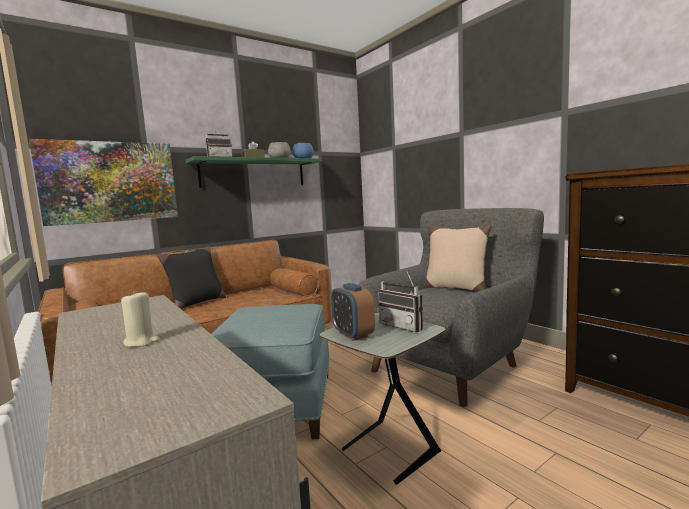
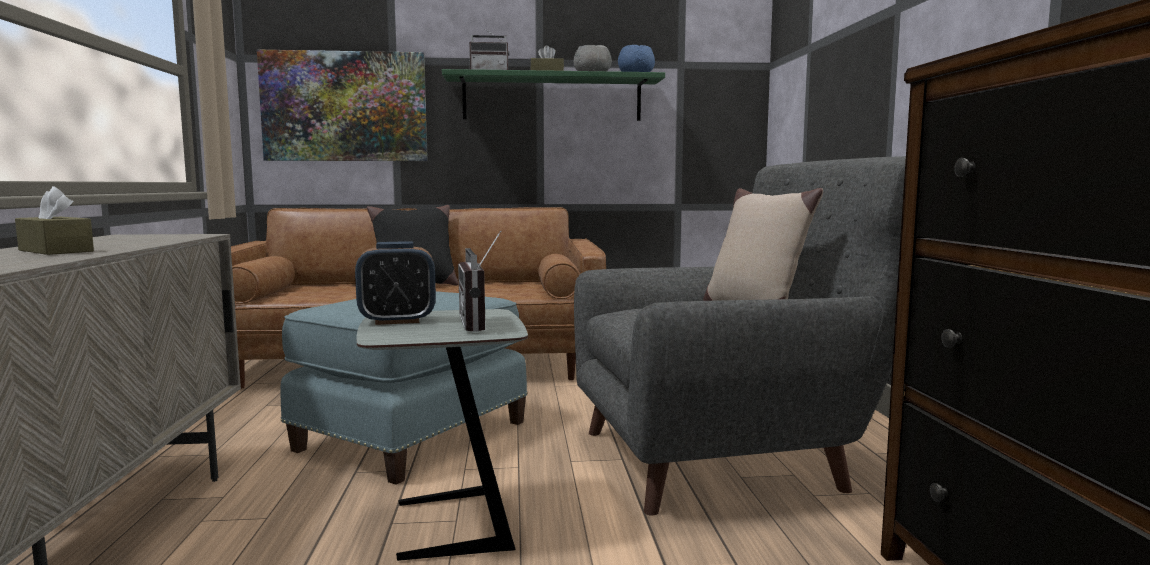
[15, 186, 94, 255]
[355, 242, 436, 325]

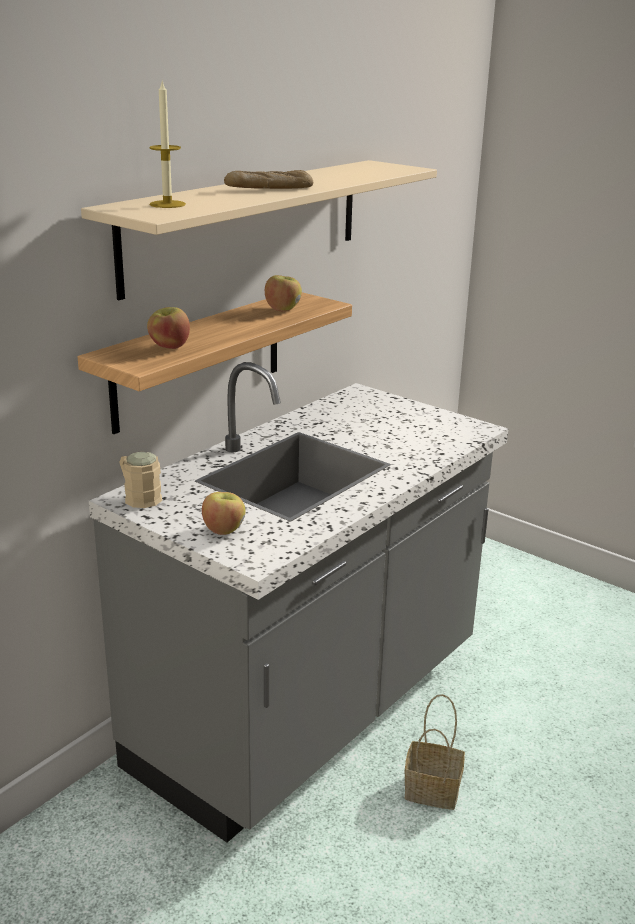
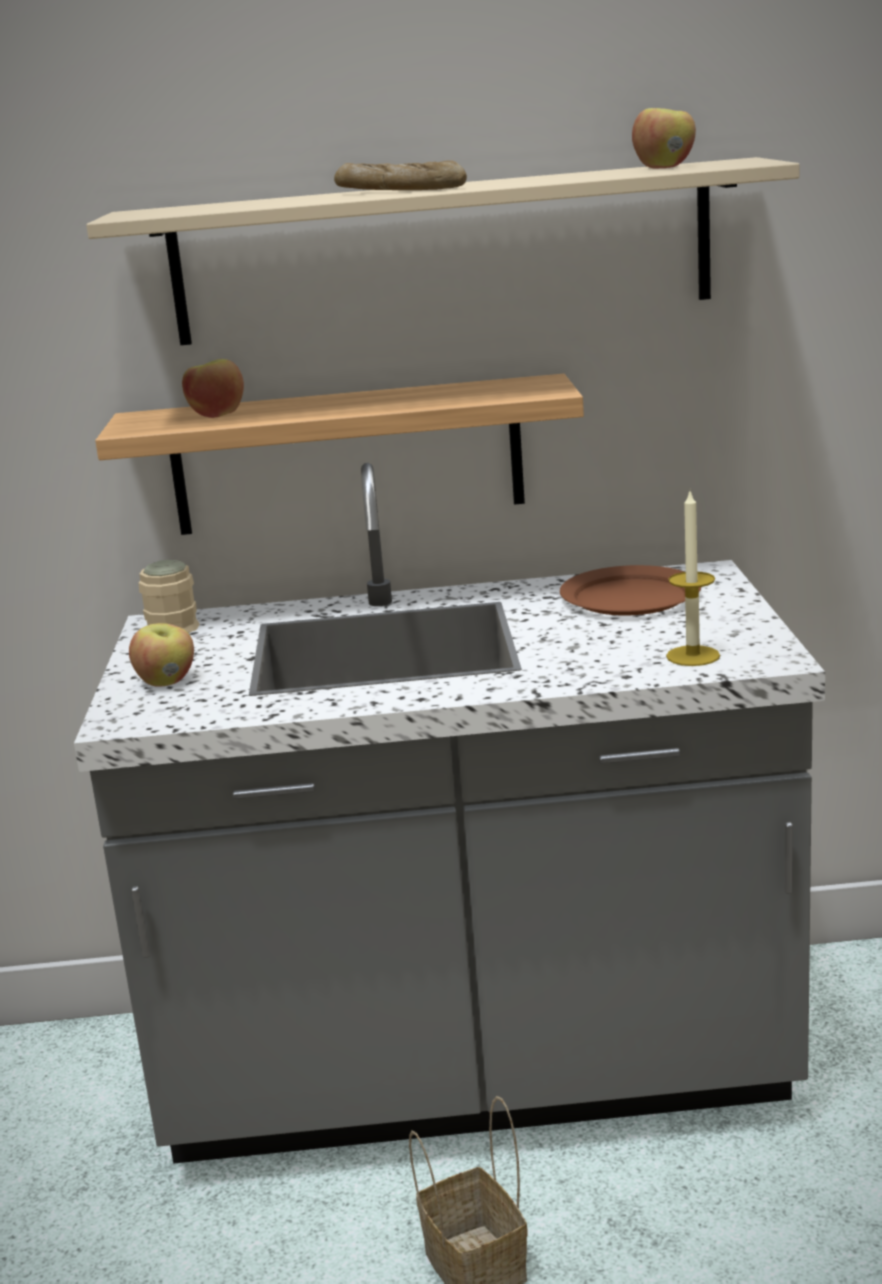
[560, 565, 701, 616]
[632, 108, 696, 169]
[666, 492, 720, 666]

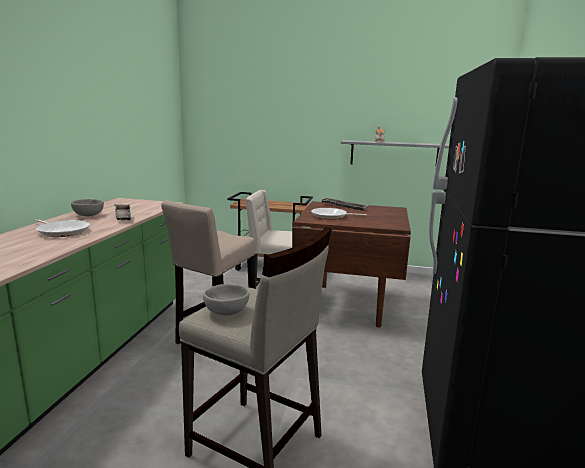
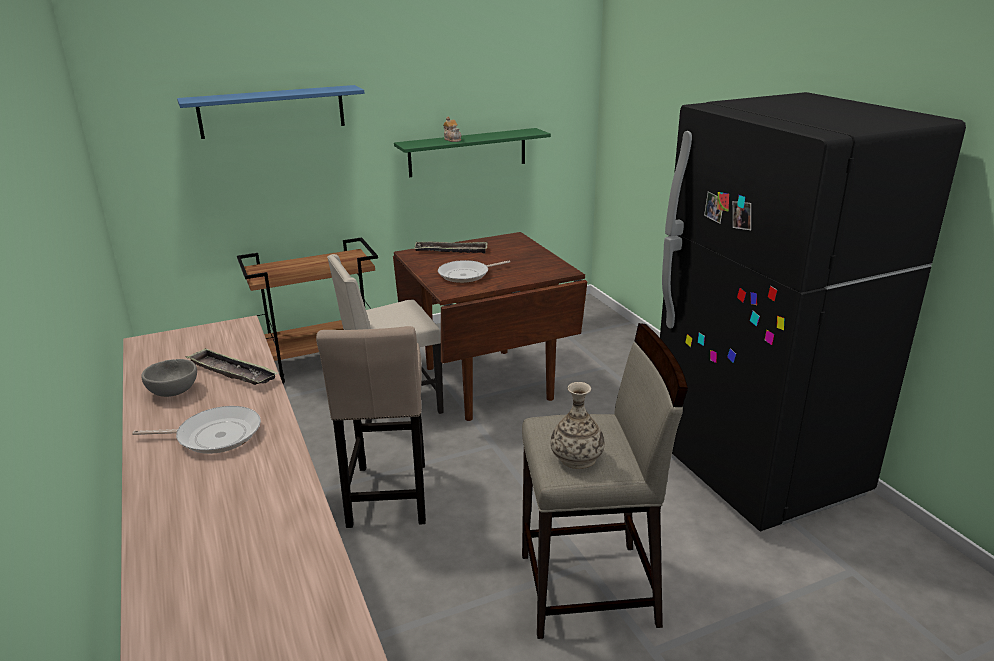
[177, 85, 364, 139]
[394, 128, 551, 177]
[551, 382, 605, 469]

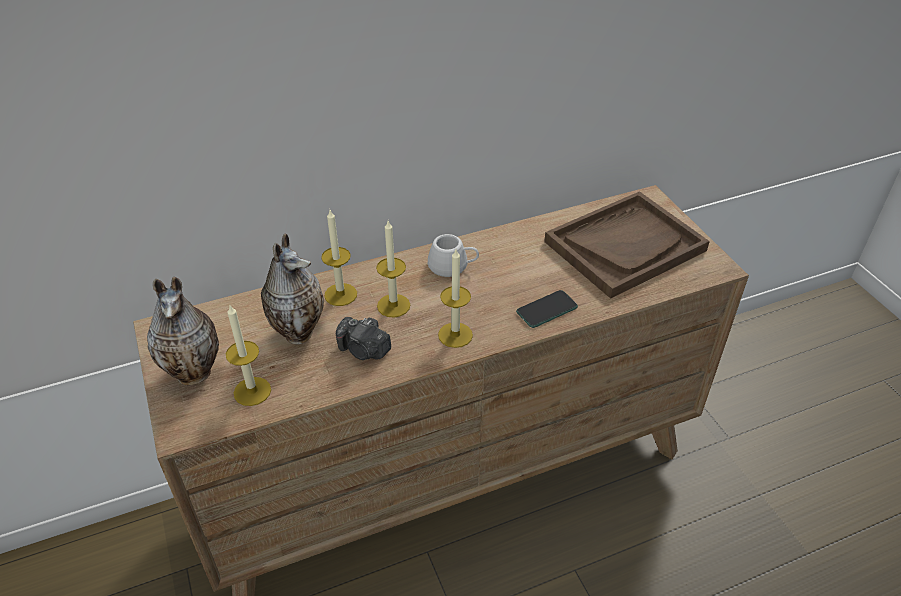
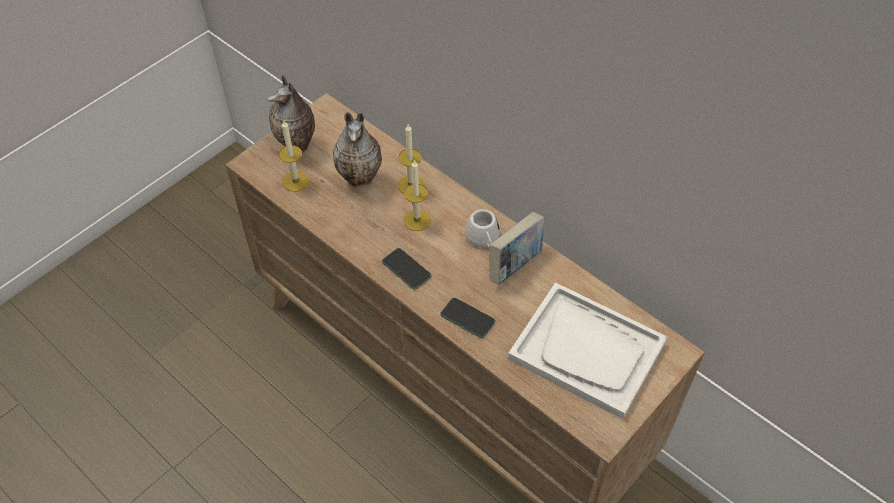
[382, 248, 432, 289]
[489, 212, 544, 285]
[508, 282, 667, 419]
[336, 317, 391, 360] (first image)

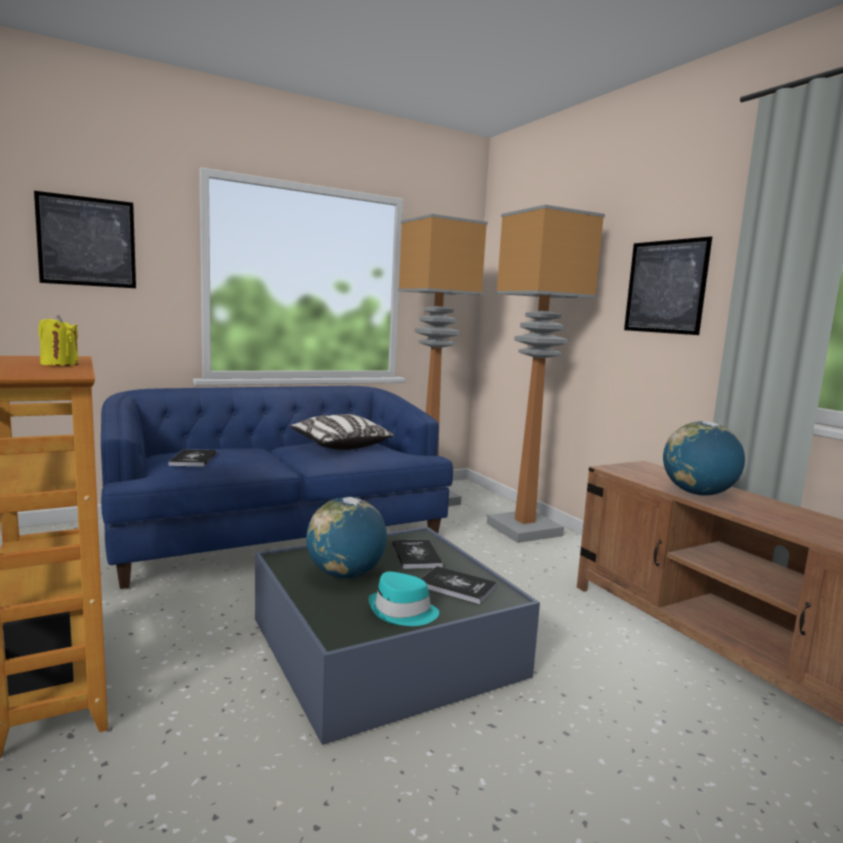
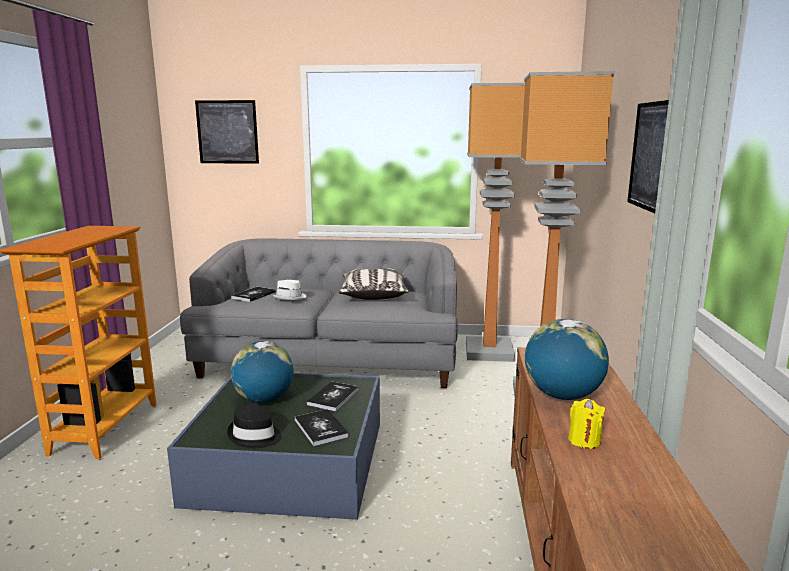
[180, 238, 458, 388]
[227, 403, 282, 448]
[273, 280, 307, 300]
[568, 399, 605, 449]

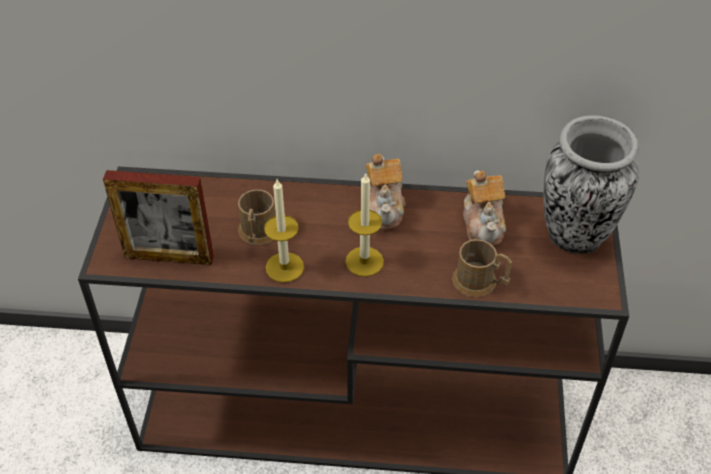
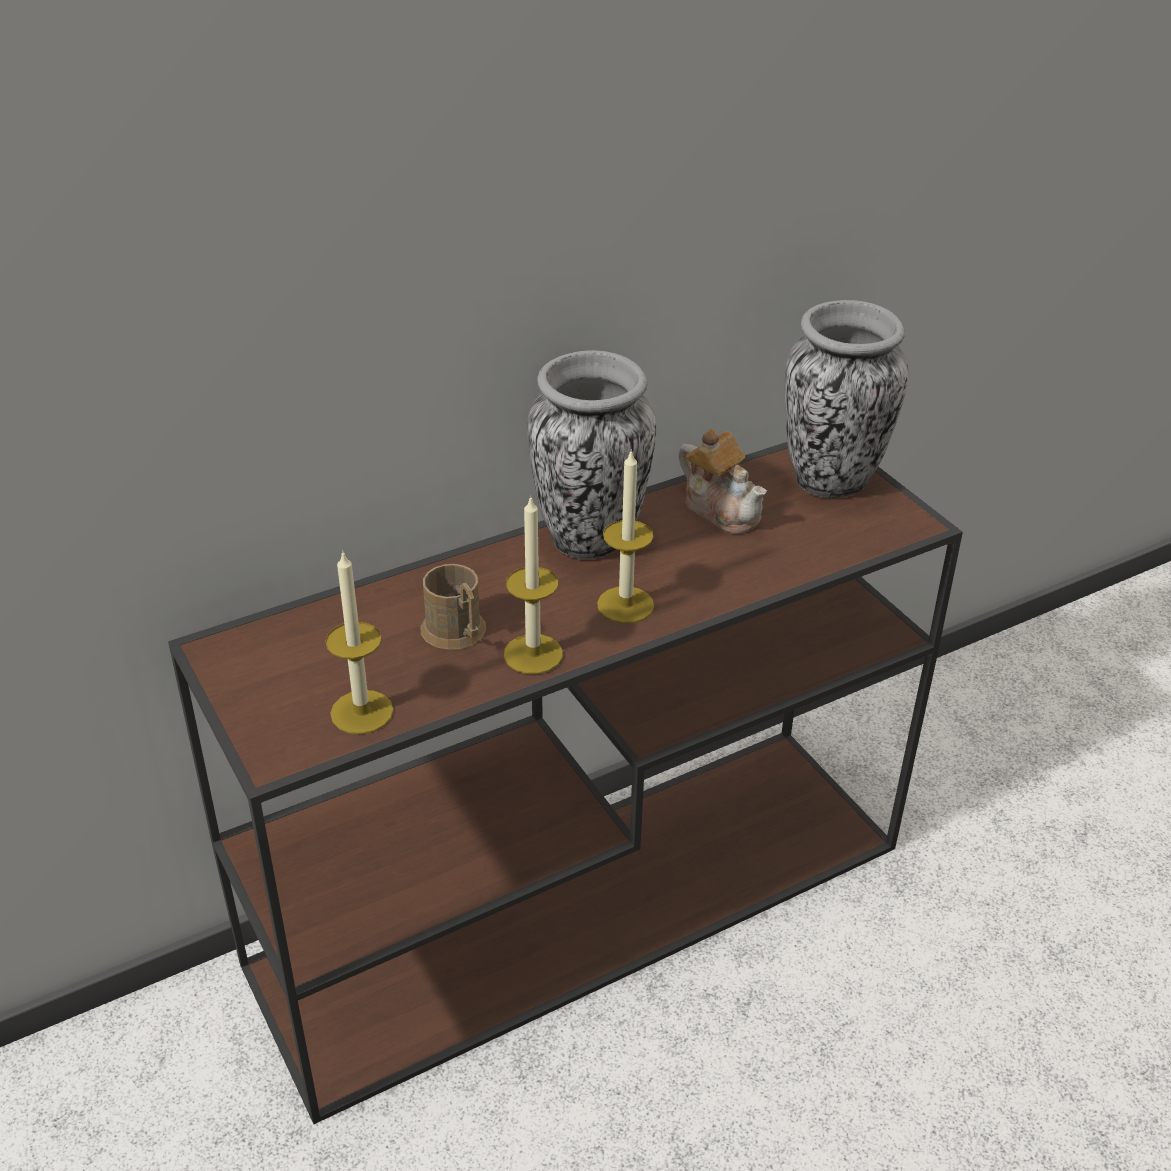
[325, 550, 394, 734]
[527, 350, 656, 559]
[452, 239, 512, 297] (first image)

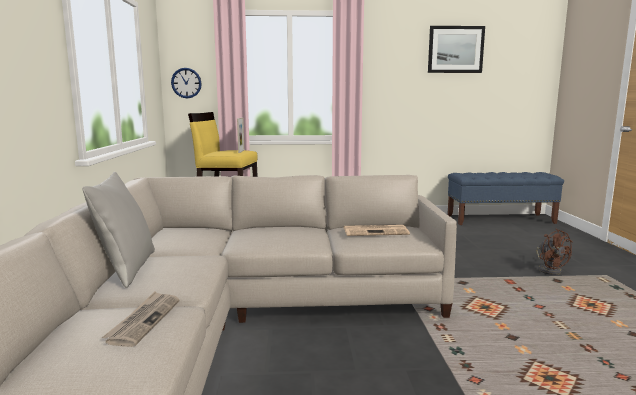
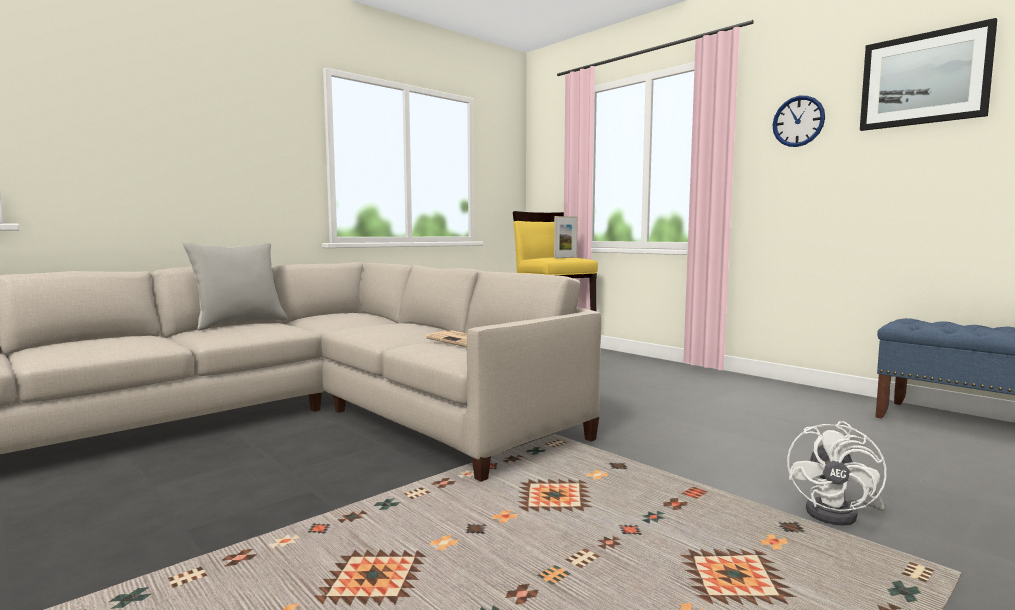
[772, 96, 825, 147]
[787, 421, 887, 526]
[102, 291, 180, 347] (first image)

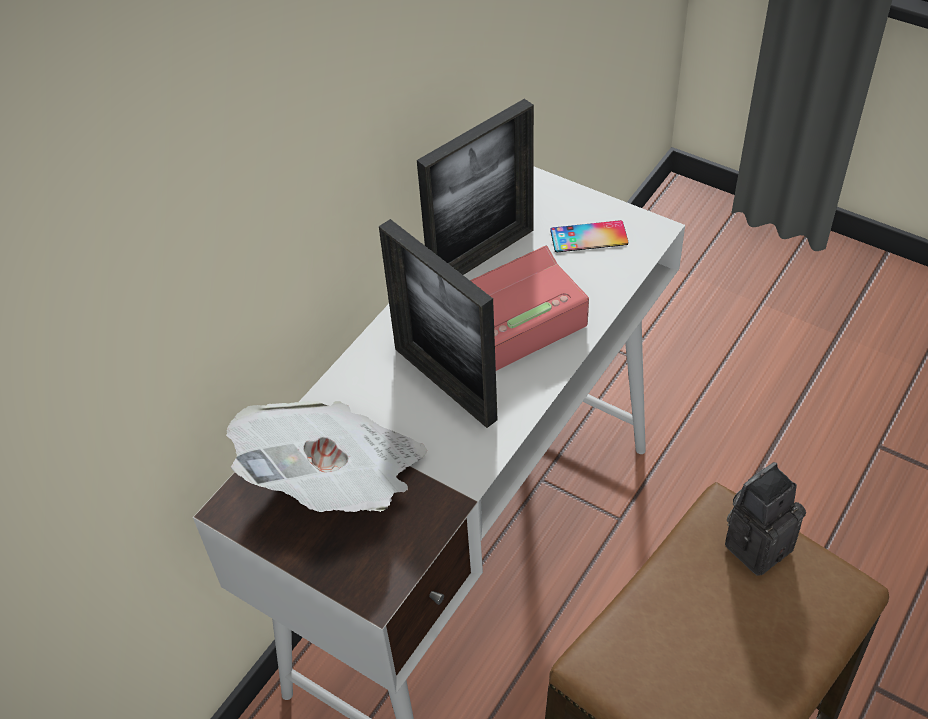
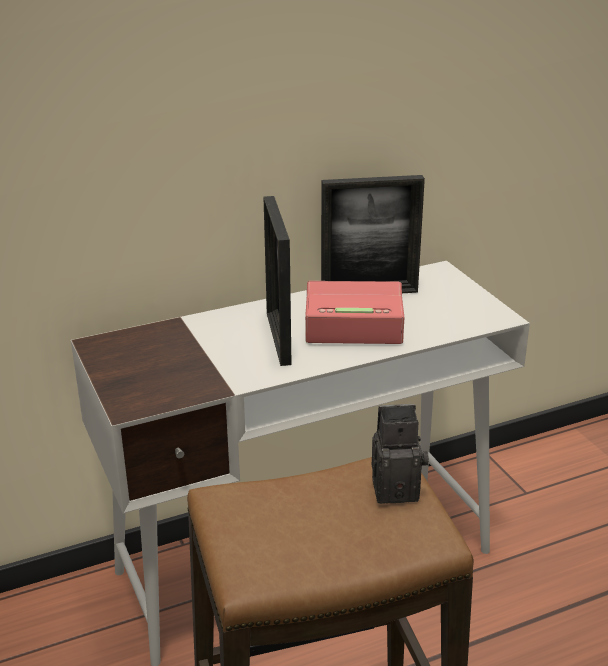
[226, 401, 427, 512] (first image)
[550, 220, 628, 252] (first image)

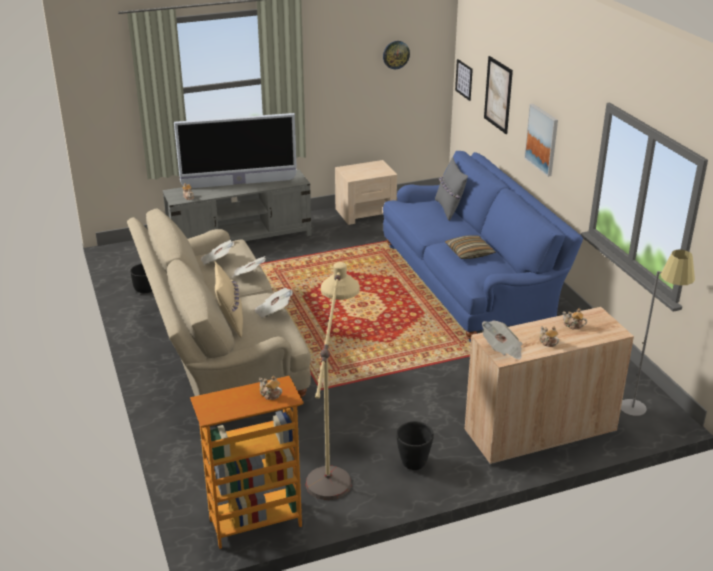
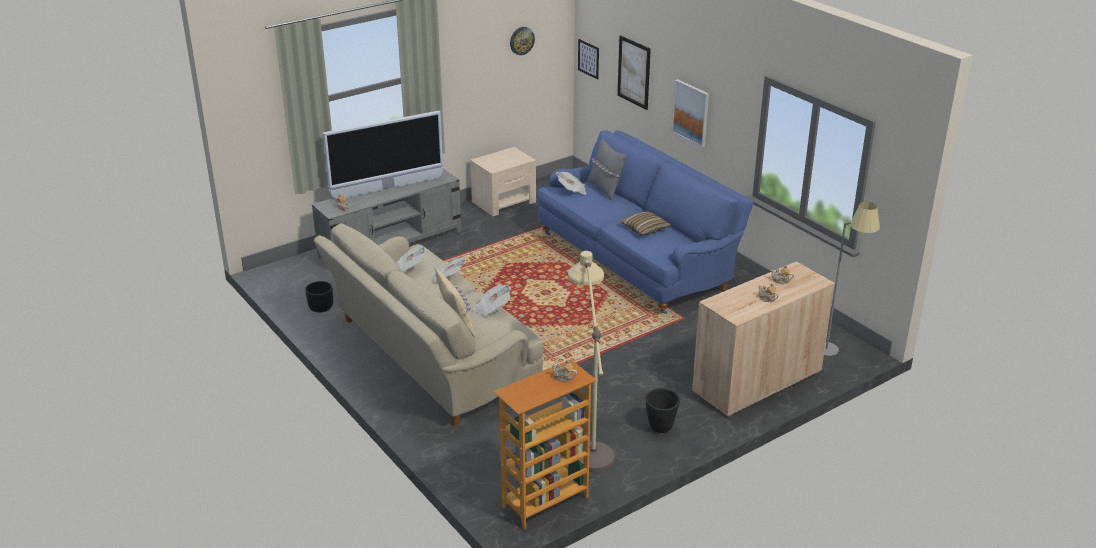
[556, 172, 586, 195]

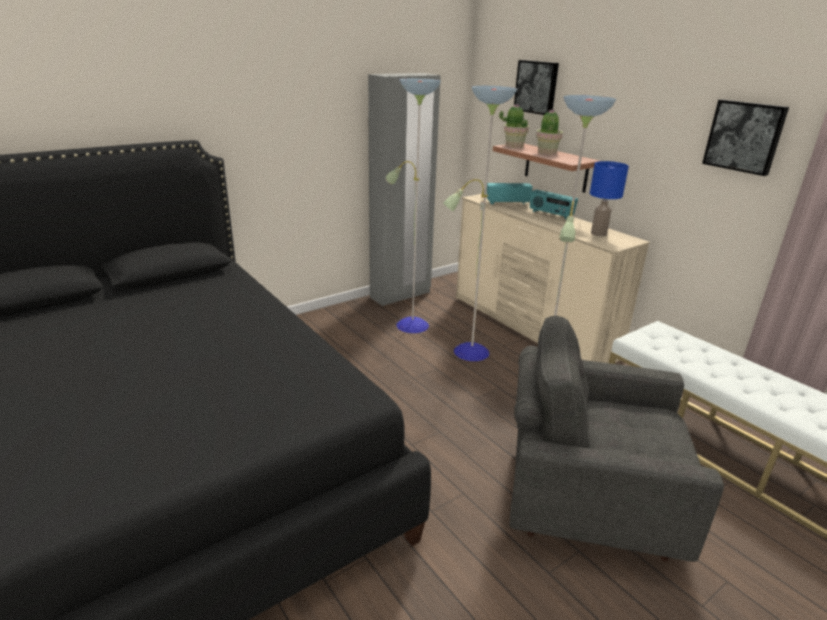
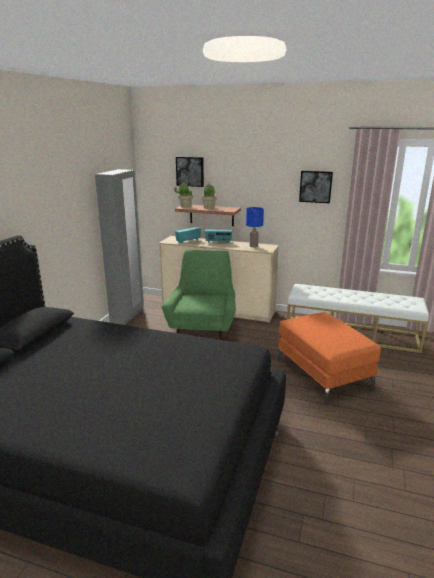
[162, 250, 236, 340]
[278, 312, 381, 404]

